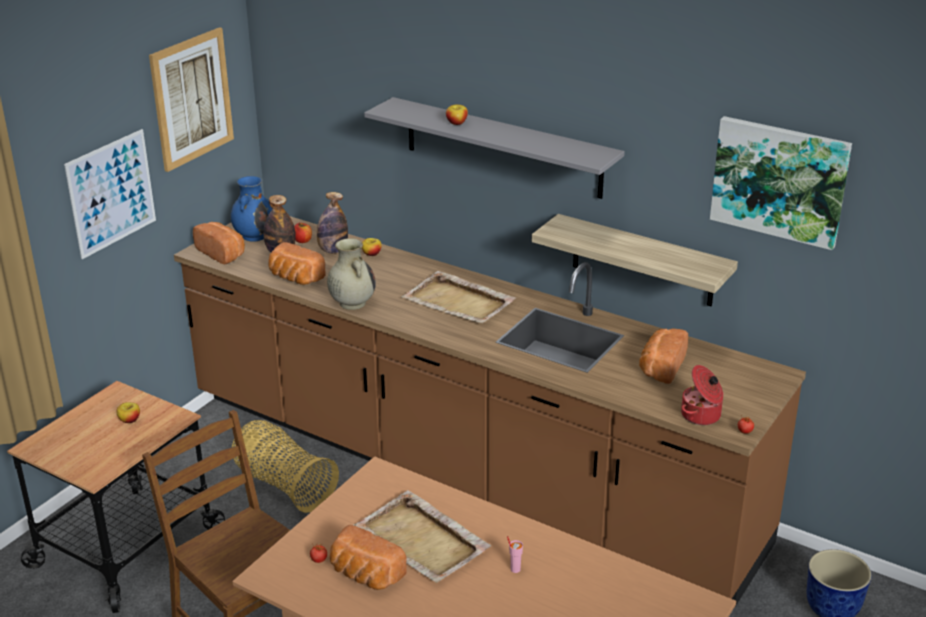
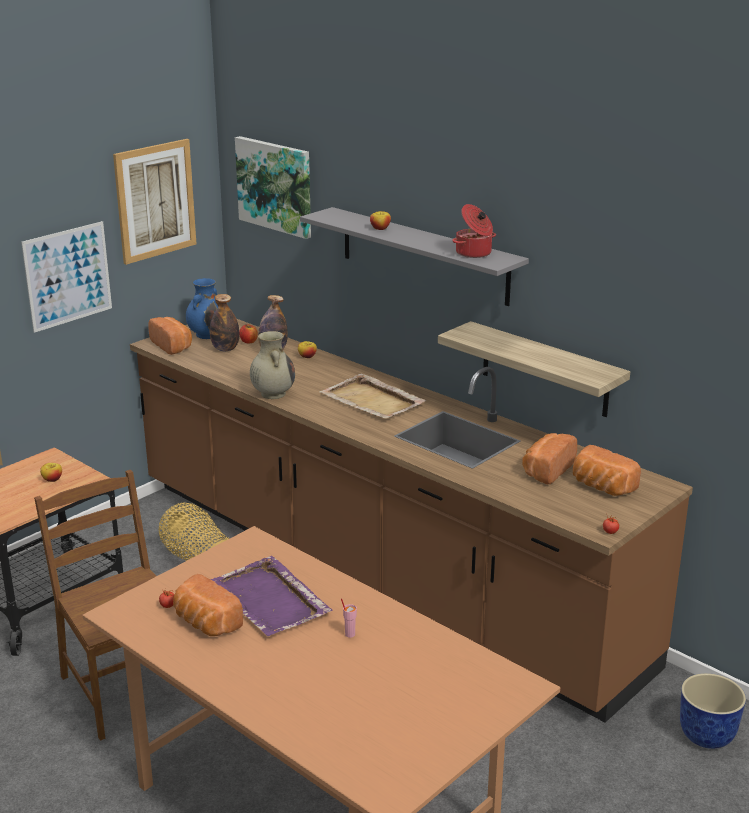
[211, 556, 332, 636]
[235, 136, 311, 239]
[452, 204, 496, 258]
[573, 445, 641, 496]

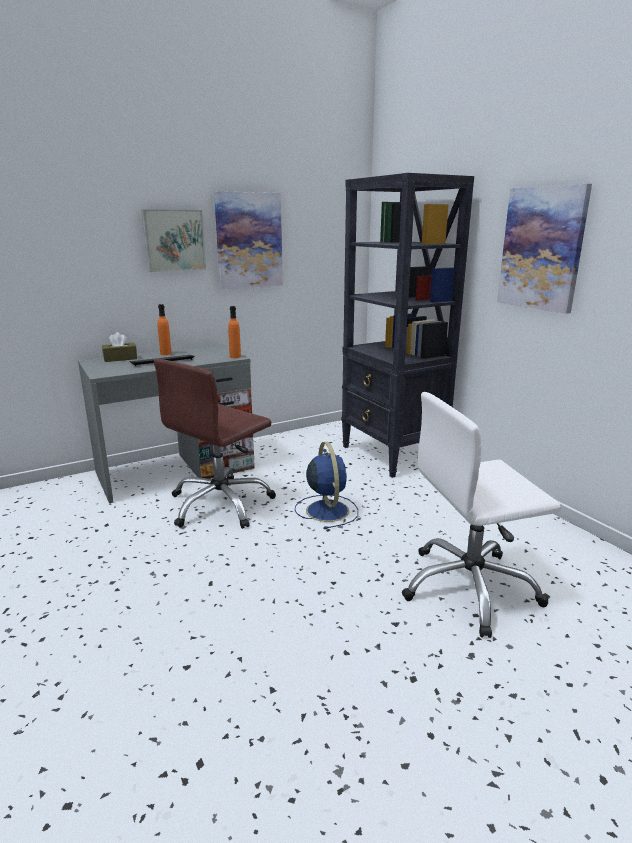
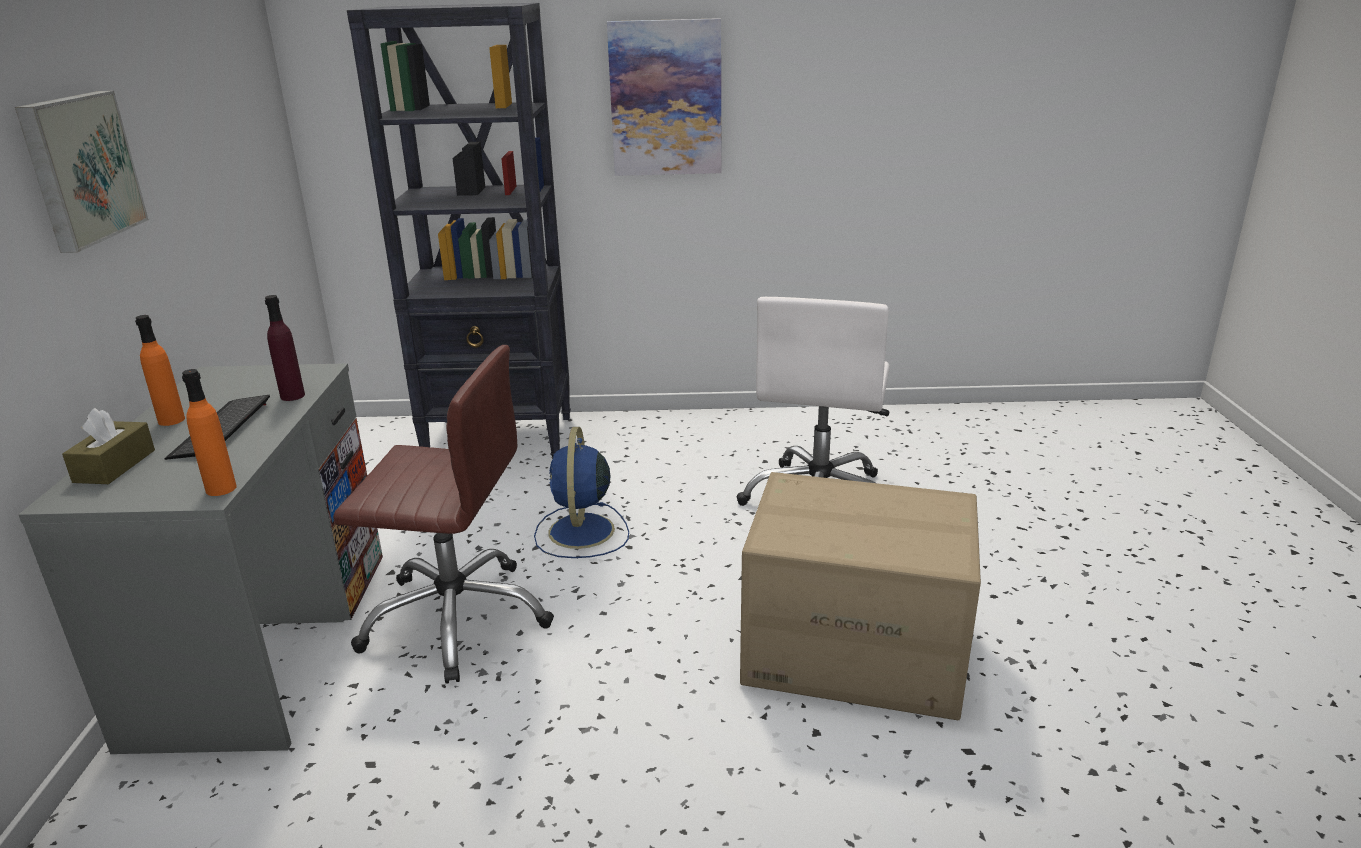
[182, 369, 237, 496]
[265, 295, 305, 401]
[333, 345, 554, 684]
[534, 427, 629, 558]
[740, 472, 981, 720]
[214, 191, 283, 289] (first image)

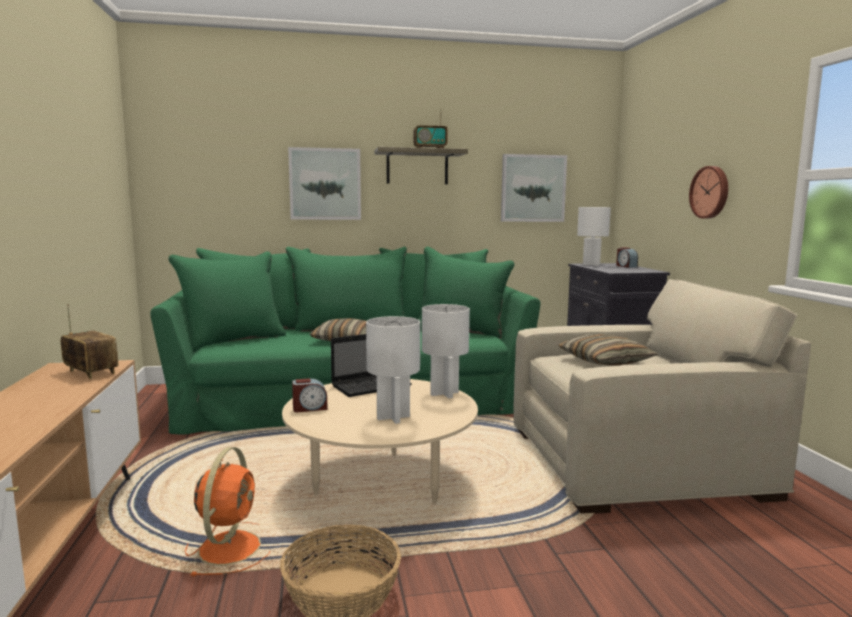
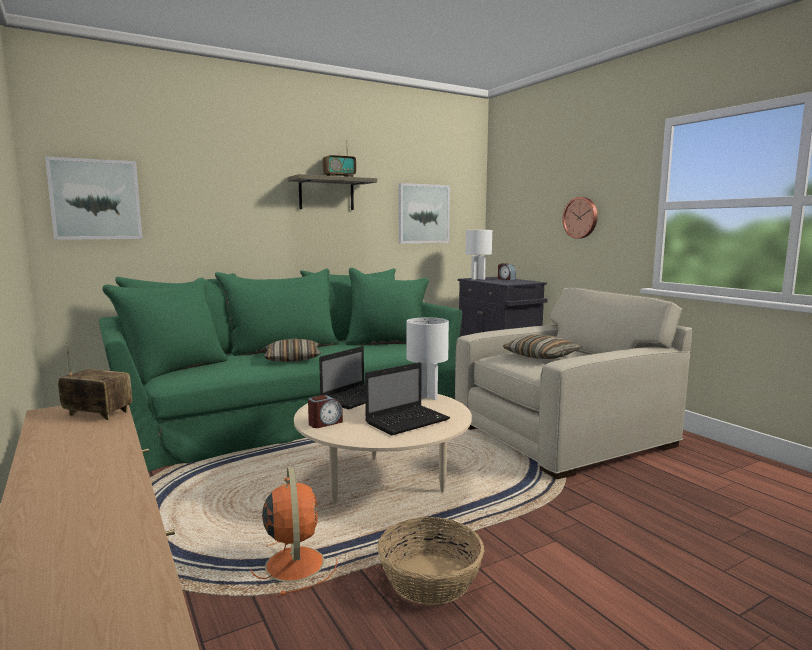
[45, 156, 142, 240]
[365, 362, 450, 435]

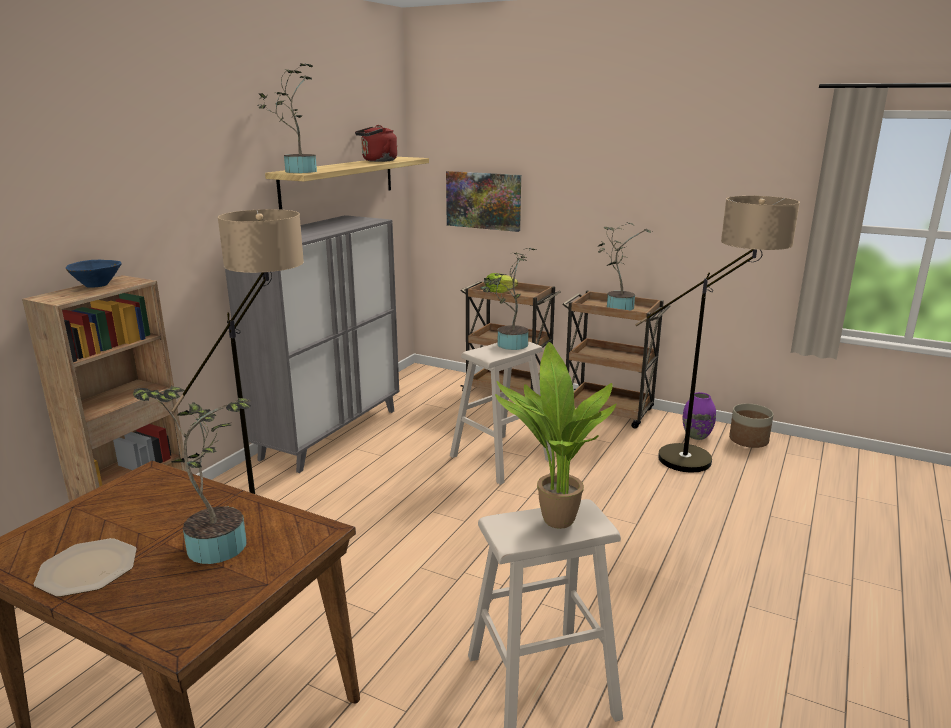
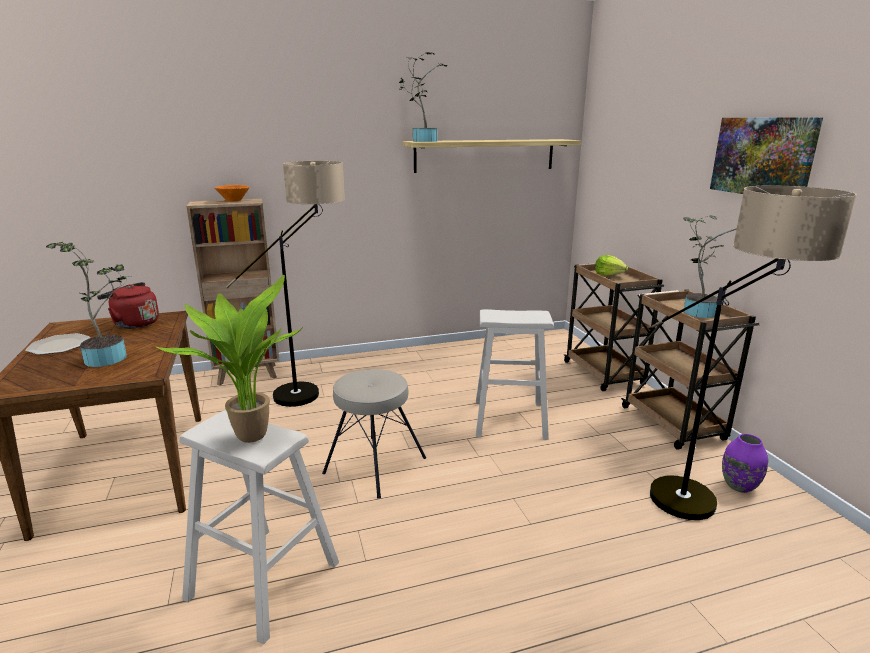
[97, 282, 159, 329]
[215, 185, 249, 201]
[322, 369, 426, 499]
[710, 118, 823, 194]
[225, 215, 399, 473] (first image)
[480, 248, 537, 350] (first image)
[729, 404, 774, 448] (first image)

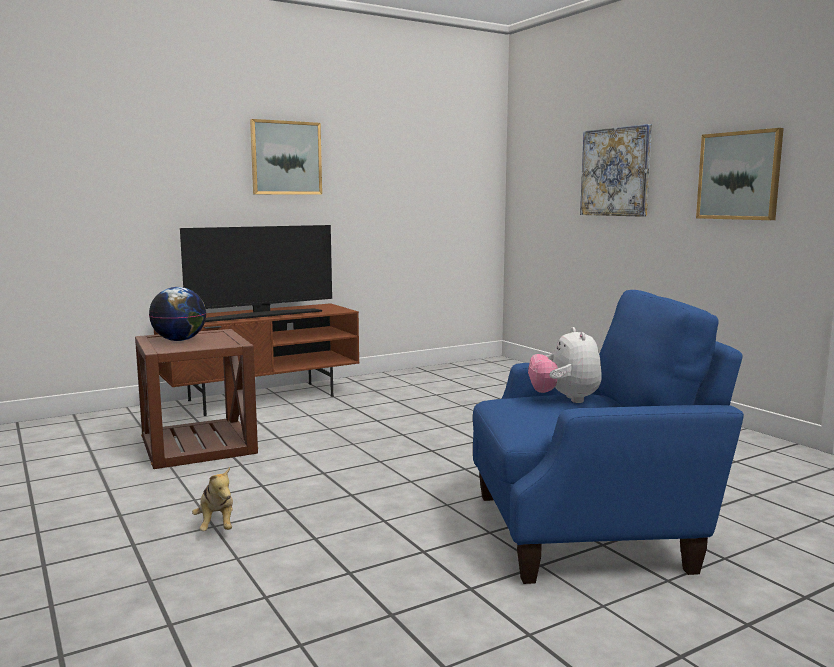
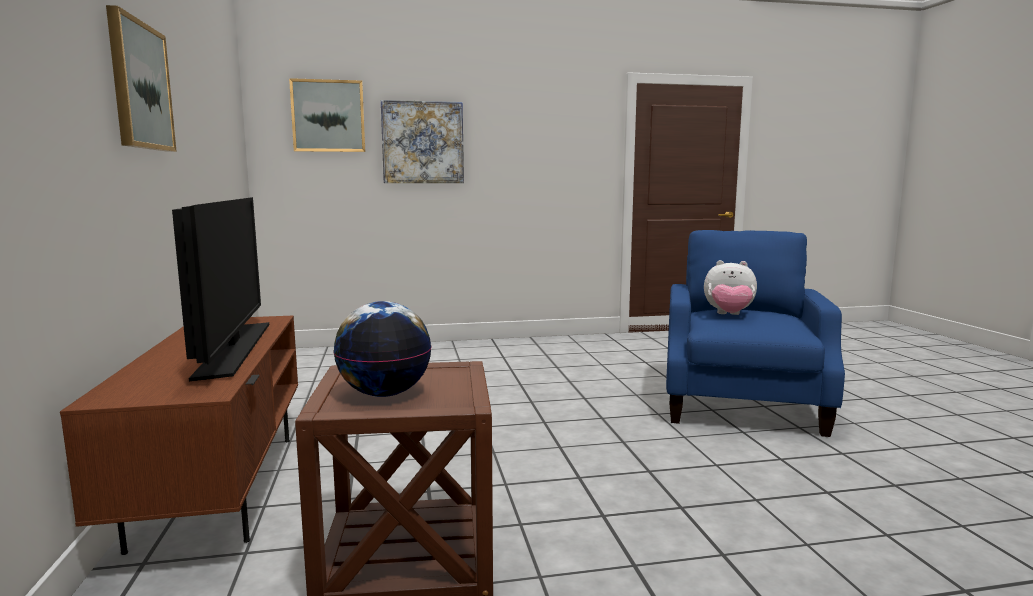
[289, 78, 365, 152]
[192, 467, 233, 531] (first image)

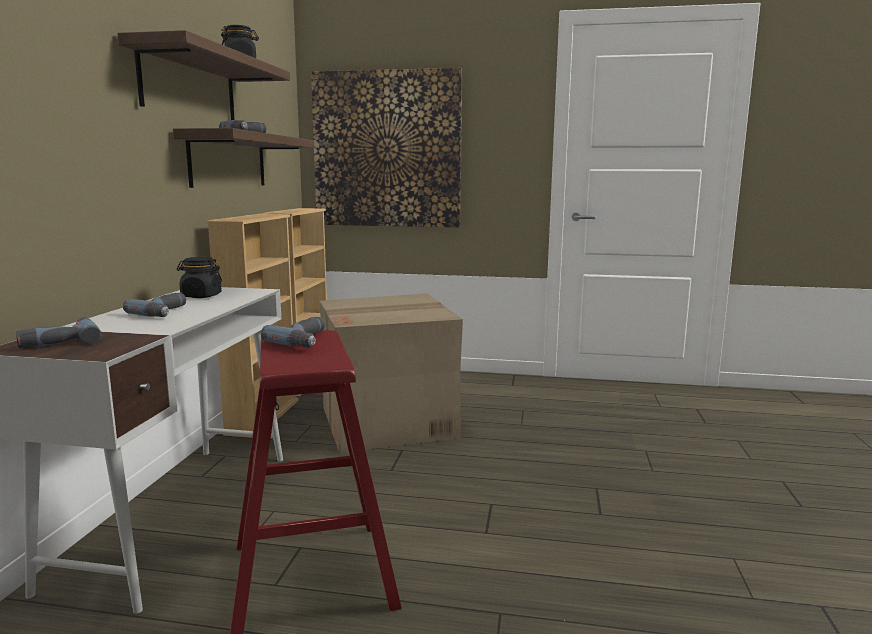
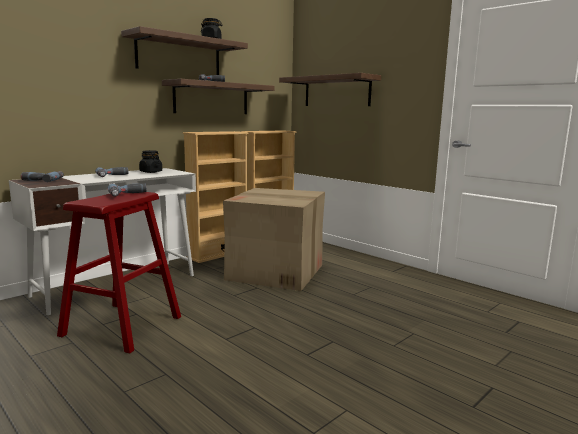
[279, 73, 381, 106]

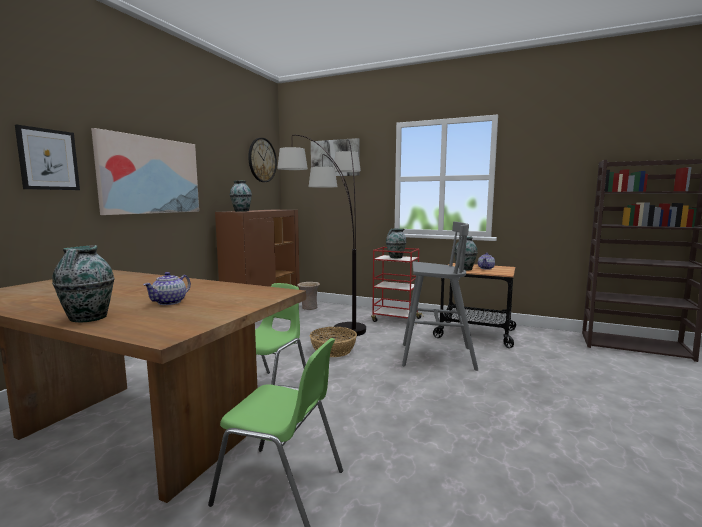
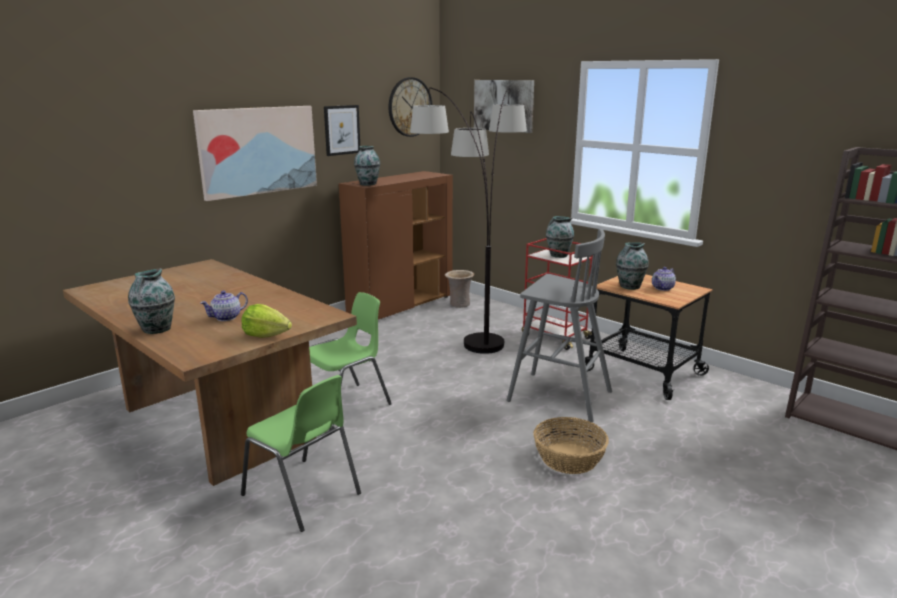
[241, 304, 292, 338]
[324, 105, 360, 156]
[533, 417, 609, 474]

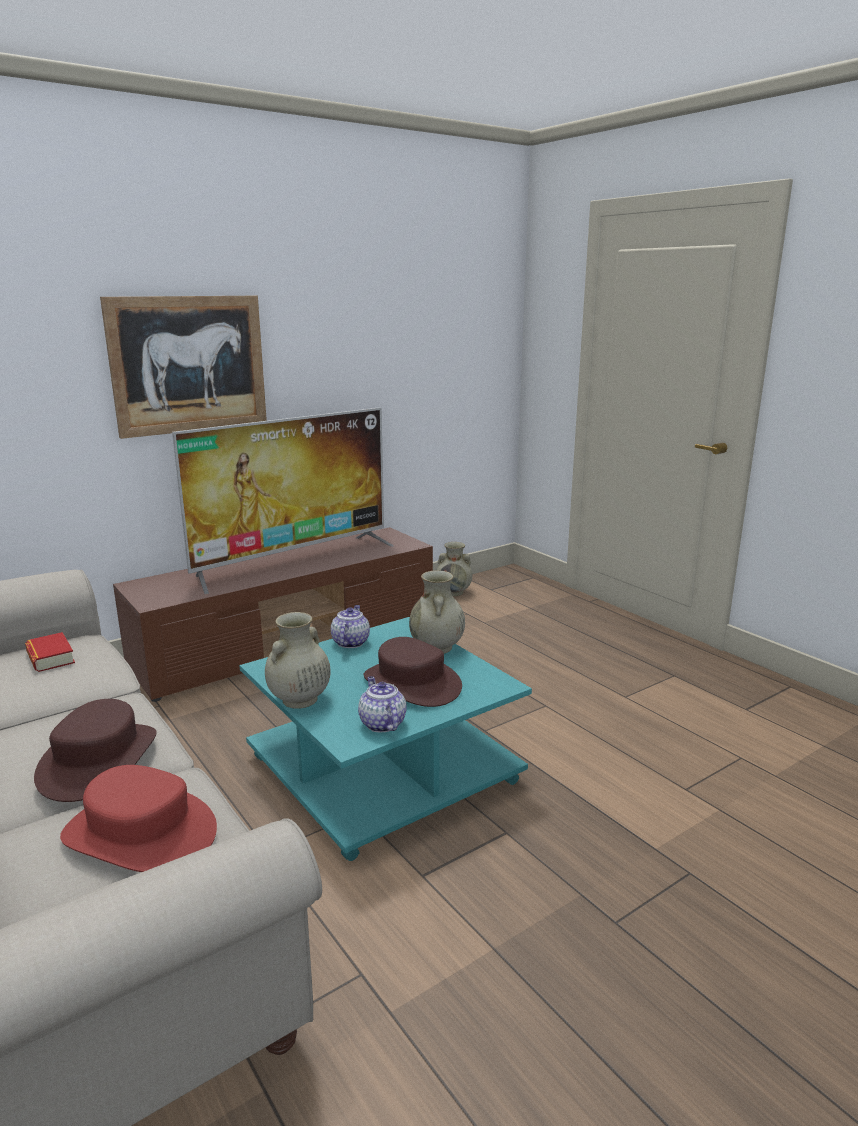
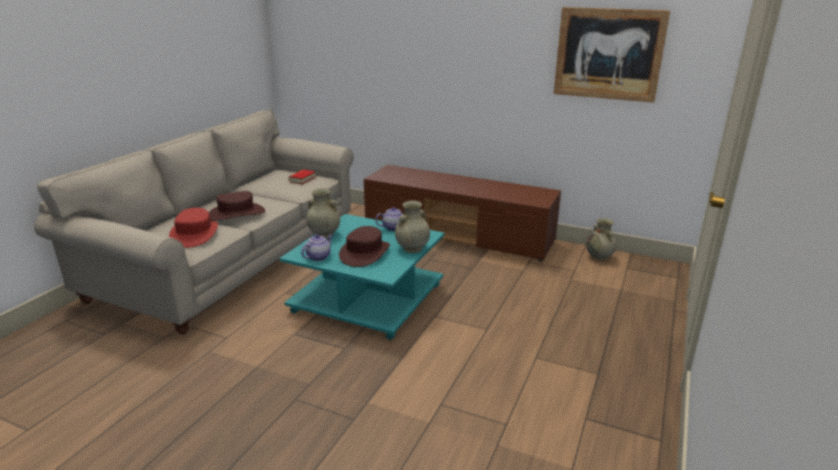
[554, 7, 670, 103]
[172, 407, 394, 594] (first image)

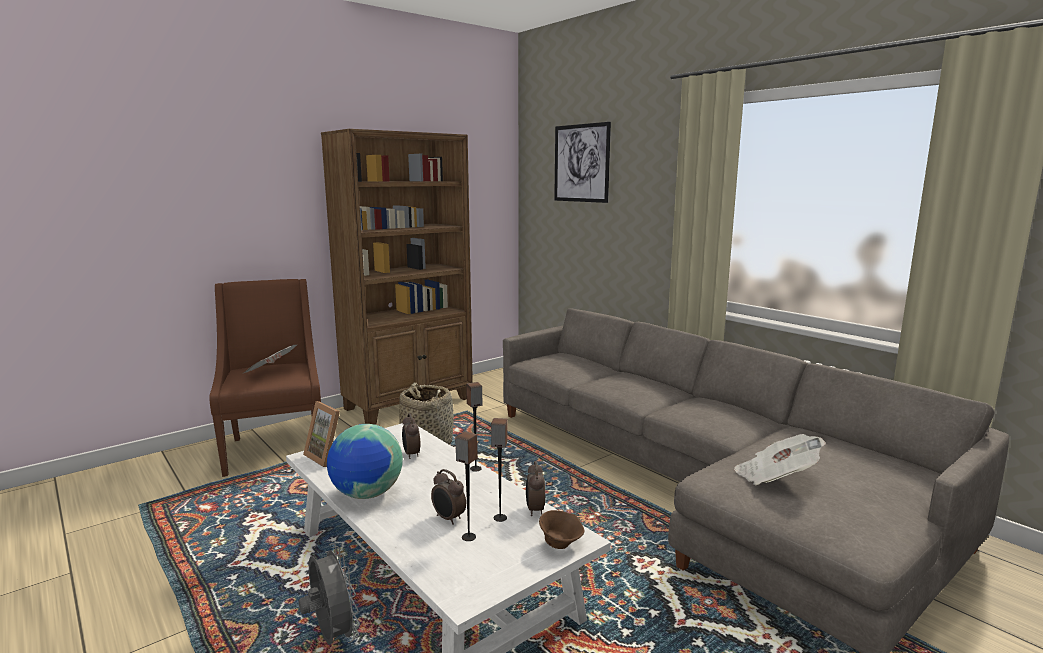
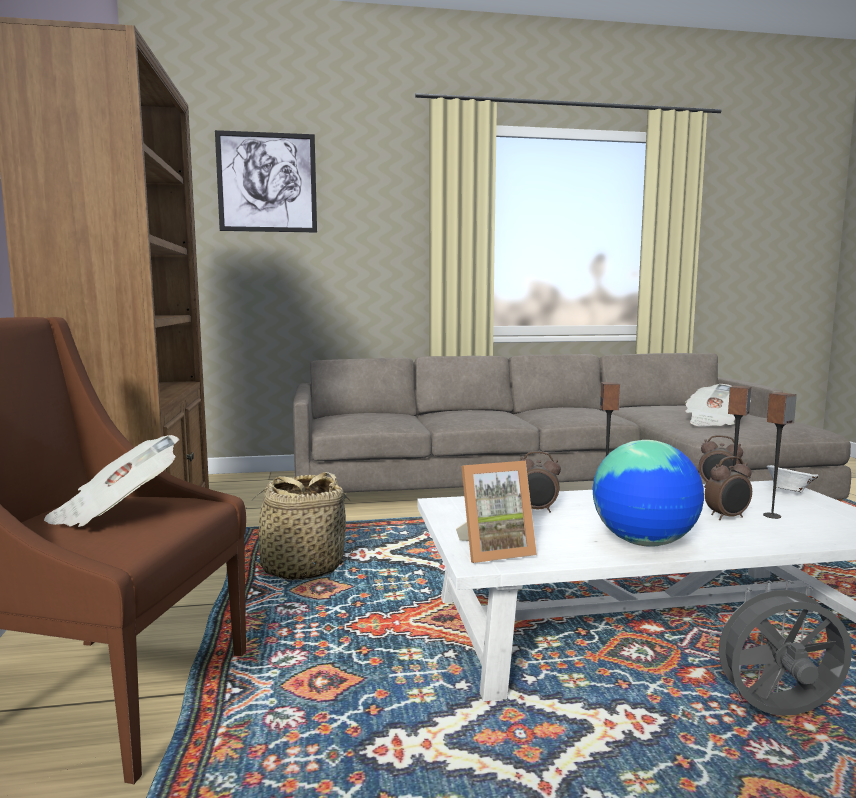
[767, 465, 818, 492]

